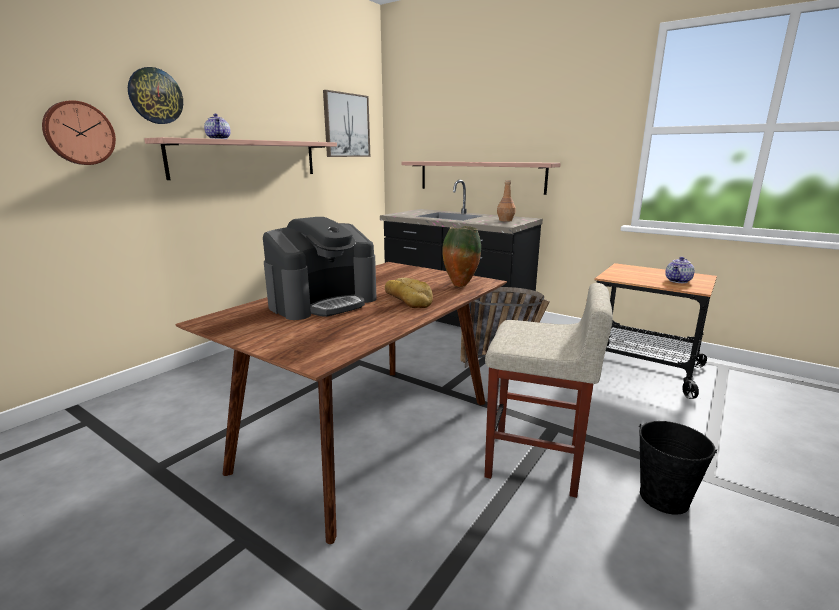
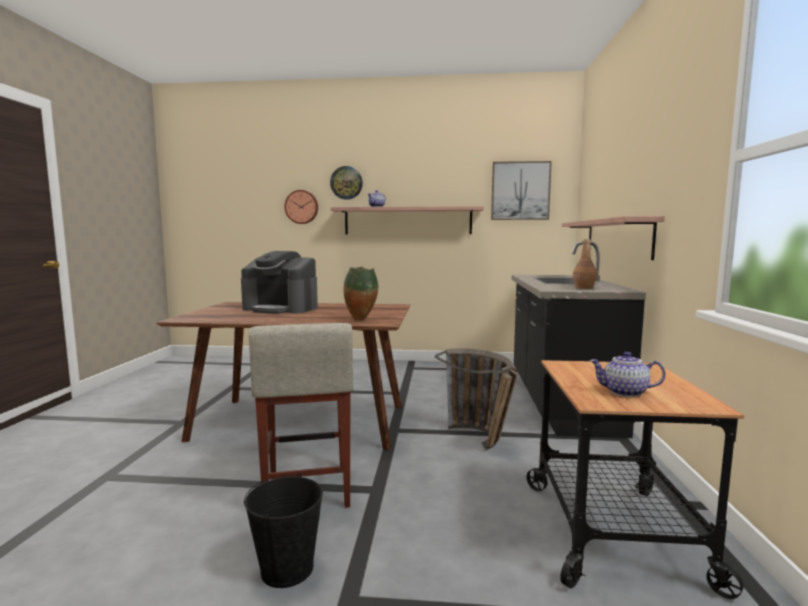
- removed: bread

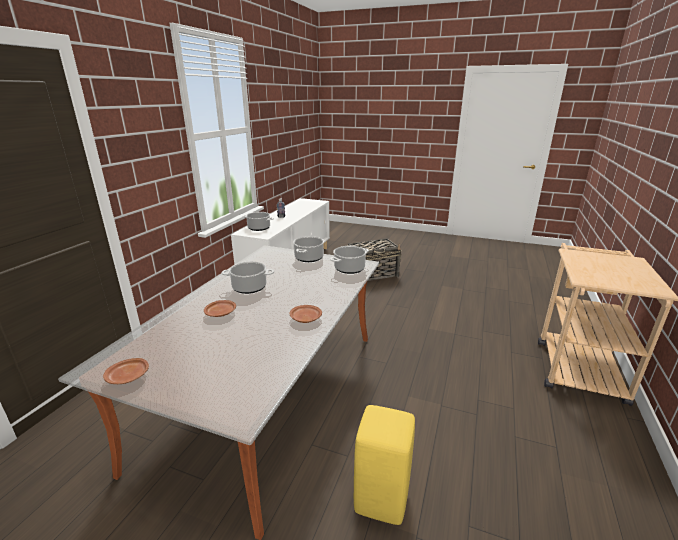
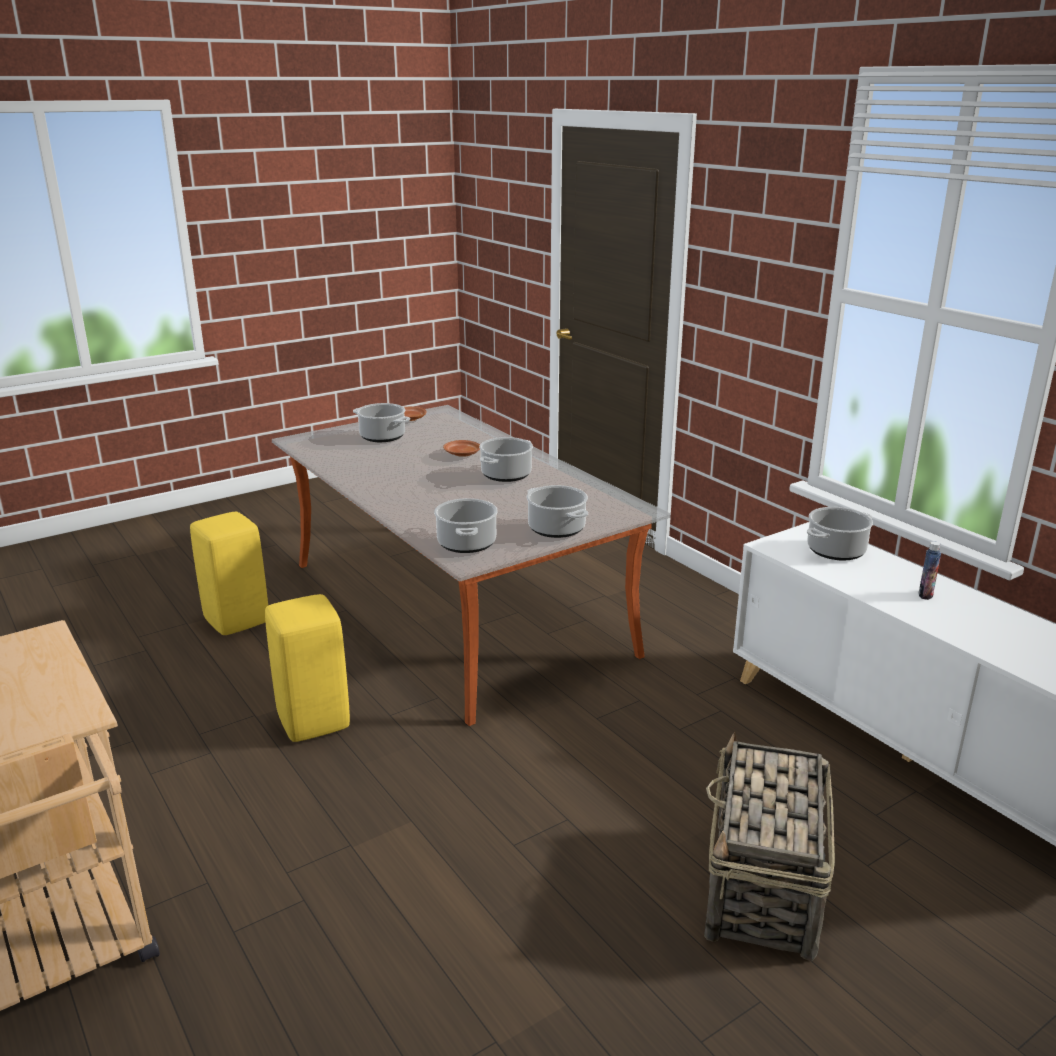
- removed: brown_plate (3rd from left)
- added: yellow_stool (2nd from left)
- added: cooking_pot (1st from left)

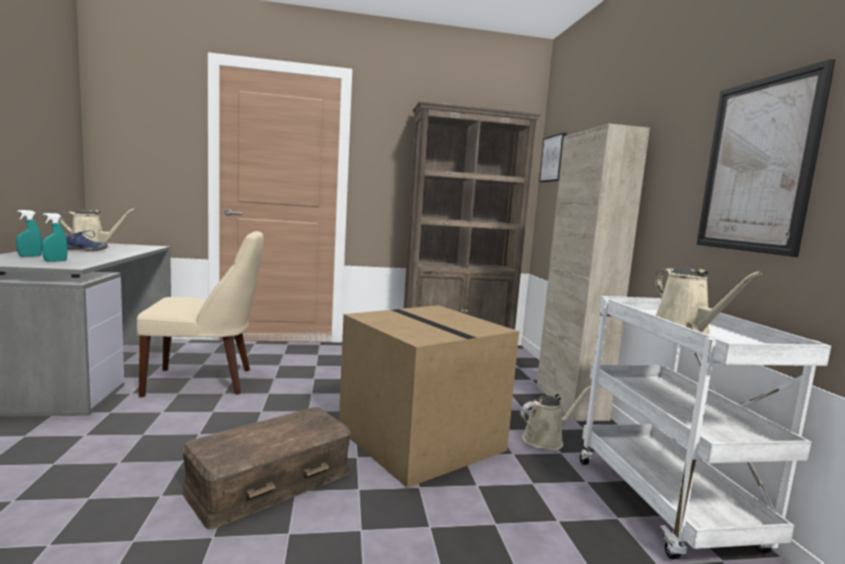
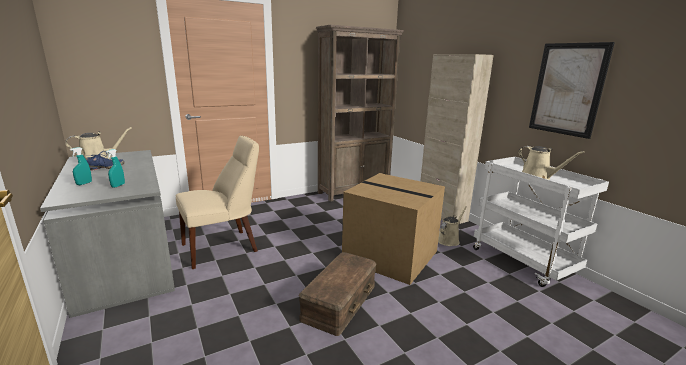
- removed: picture (1st from left)

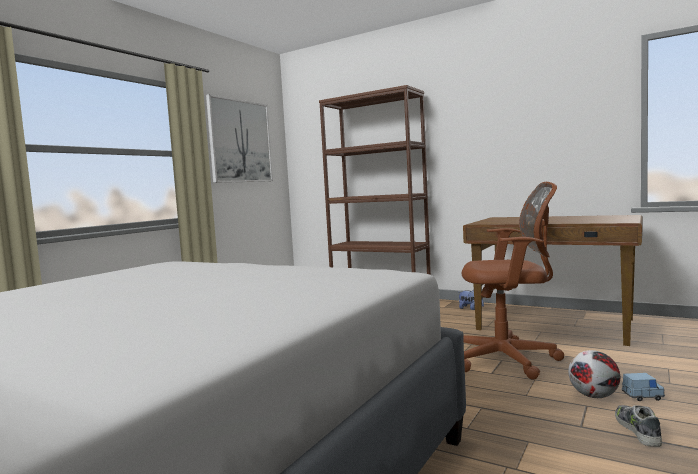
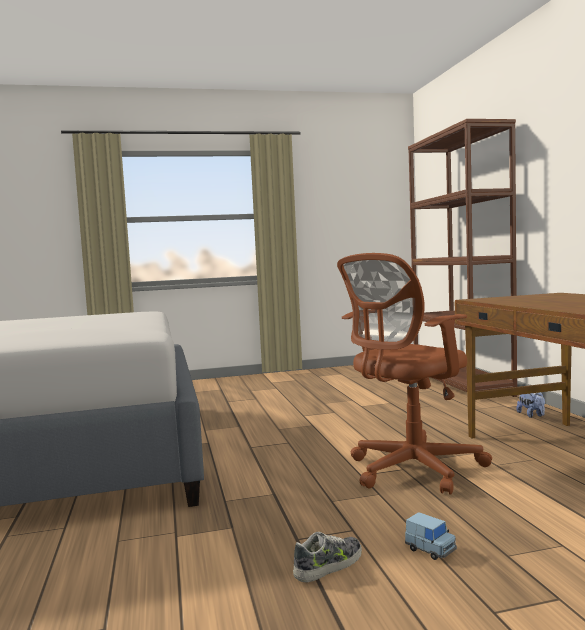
- removed: picture
- turned: brown_office_chair 90 degrees clockwise
- removed: football

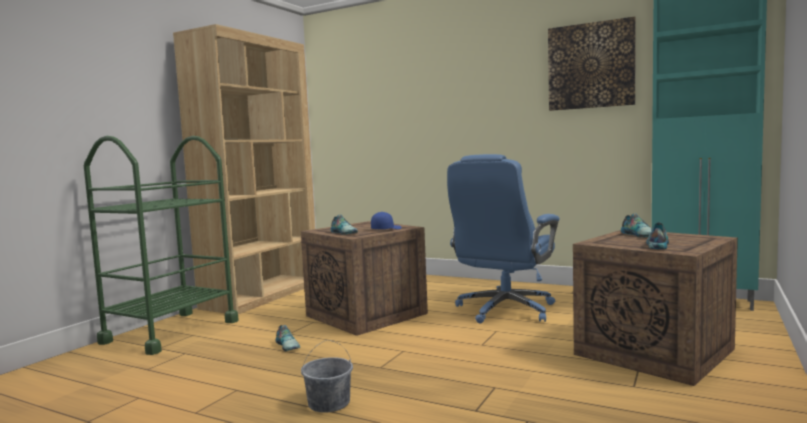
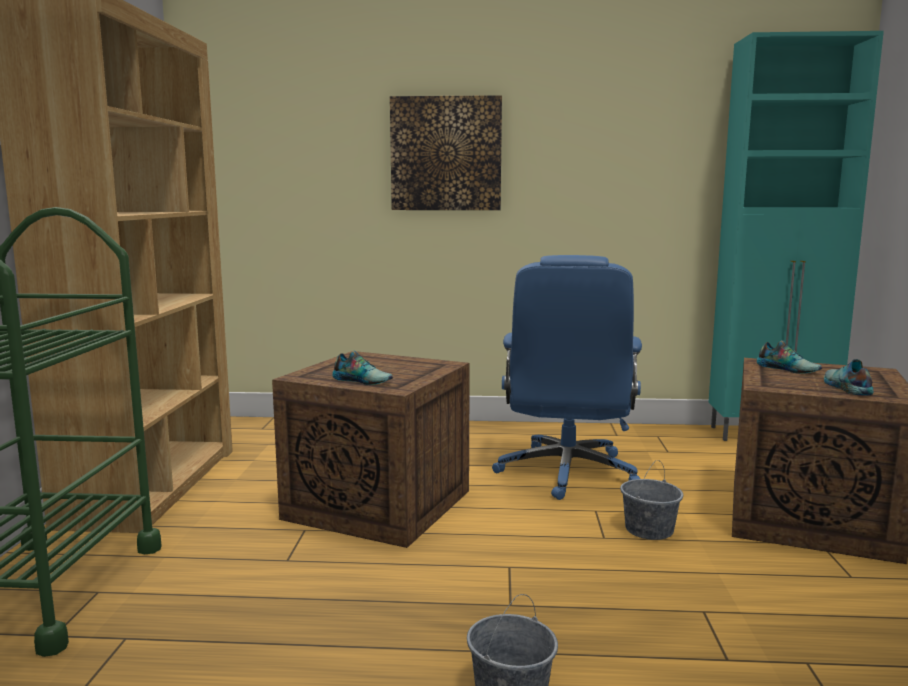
- removed: shoe (1st from left)
- removed: blue_cap
- moved: picture
- added: grey_bucket (2nd from left)

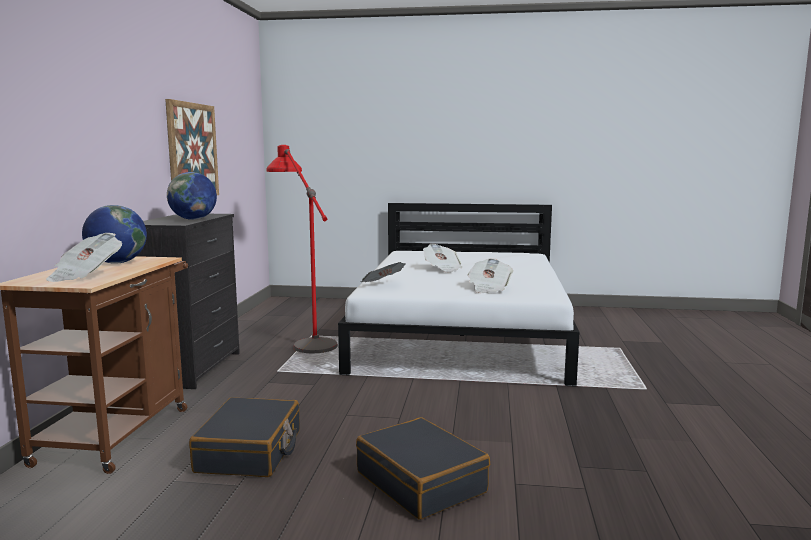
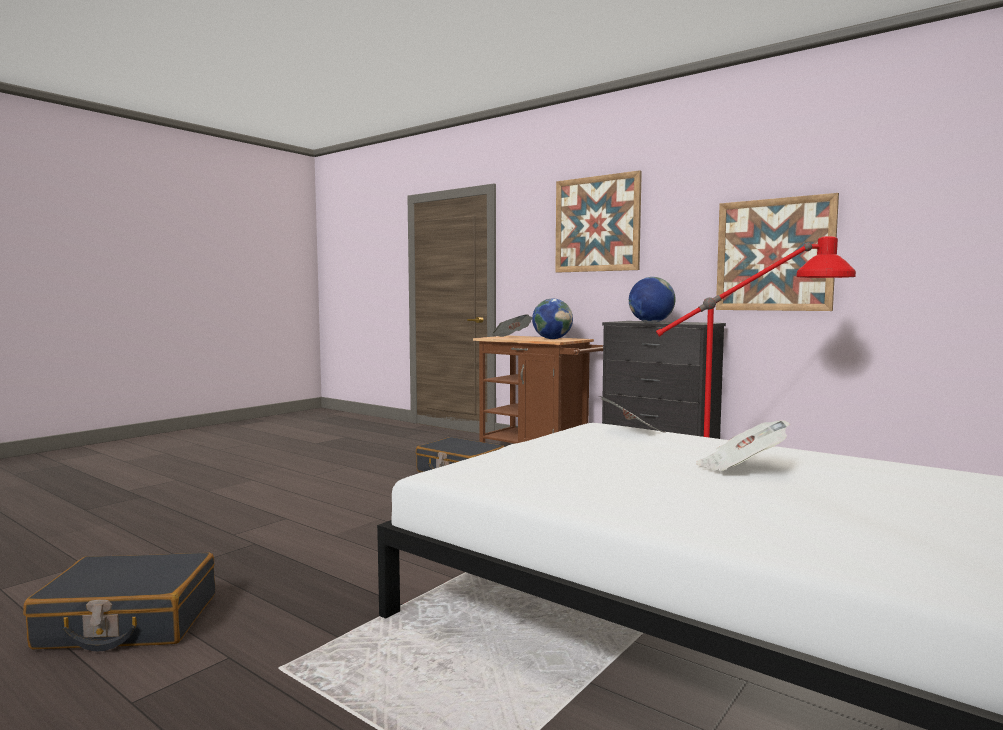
- moved: black_suitcase (2nd from left in the first image) to black_suitcase (1st from left)
- removed: newspaper (4th from left)
- added: picture (1st from left)

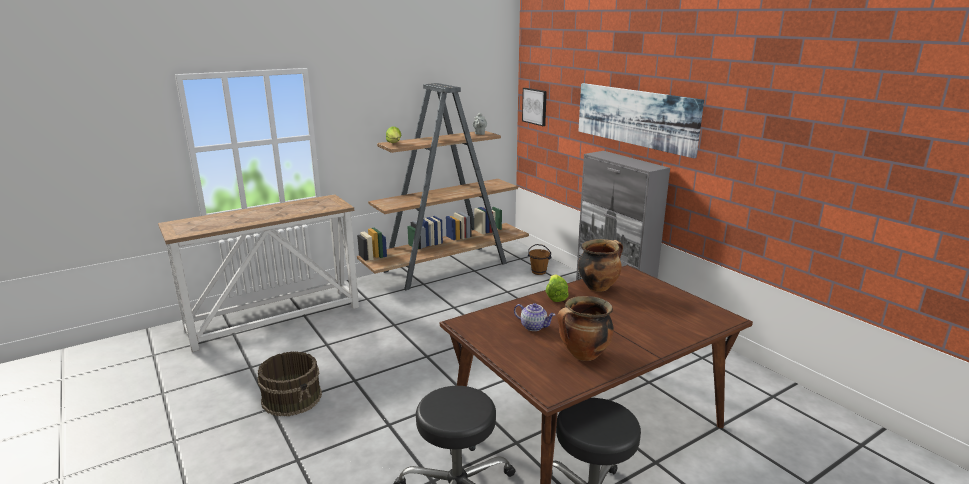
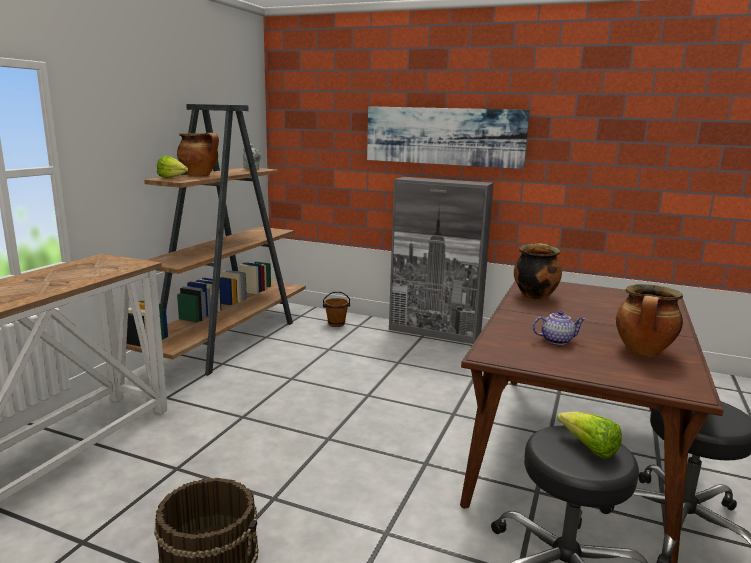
- removed: picture (1st from left)
- moved: lettuce (2nd from left)
- added: cooking_pot (1st from left)

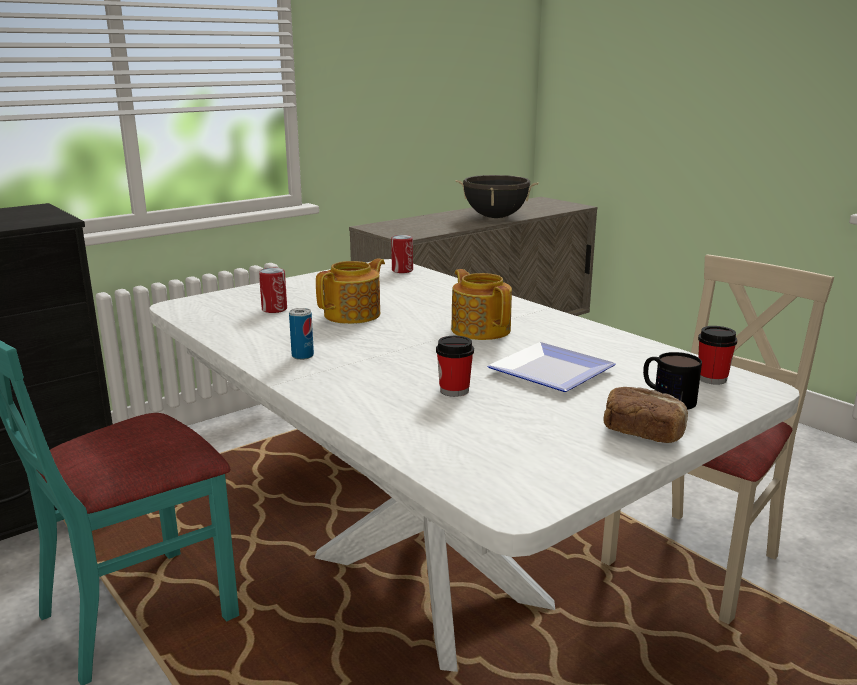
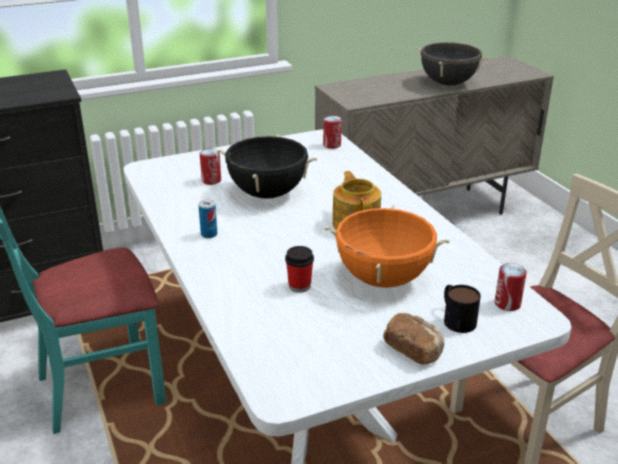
- replaced: teapot (1st from left) to black_cooking_pot (1st from left)
- replaced: plate to orange_cooking_pot
- replaced: cup (2nd from left) to can (4th from left)

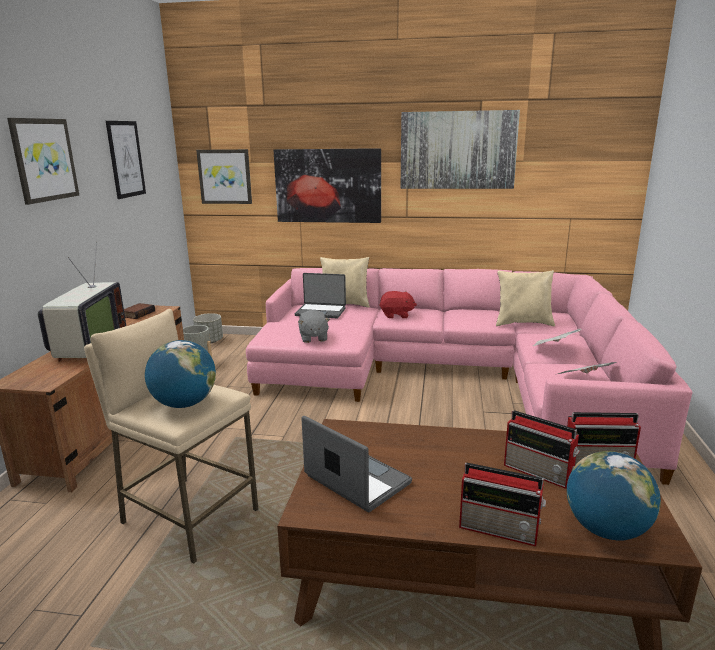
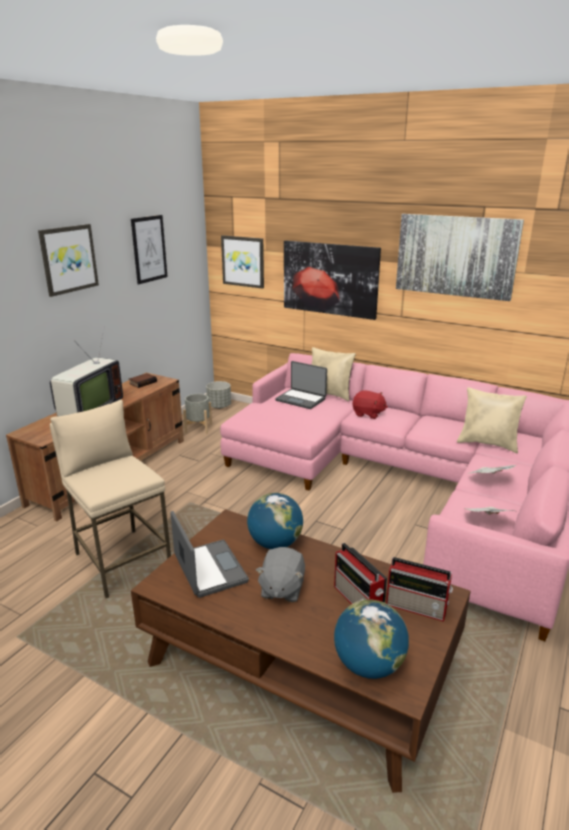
- moved: globe (1st from left)
- moved: grey_plush_toy
- removed: radio (1st from left)

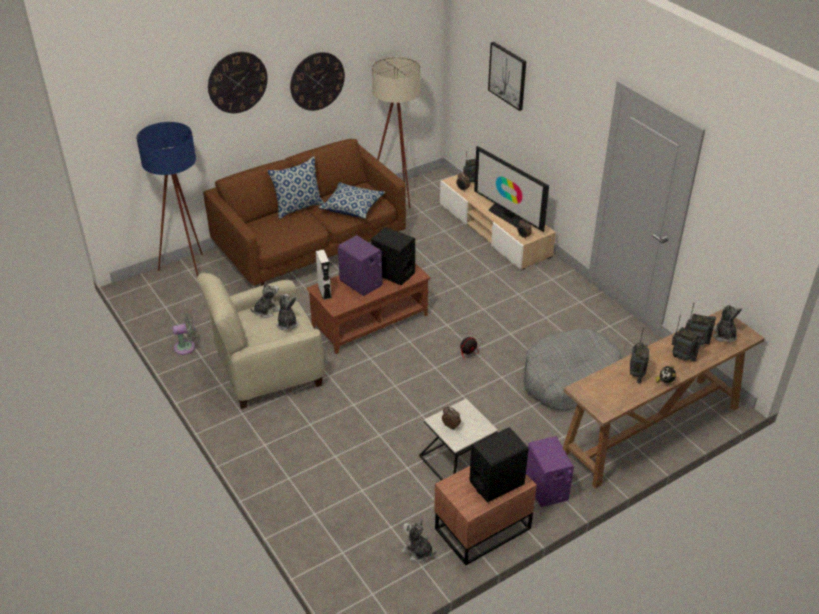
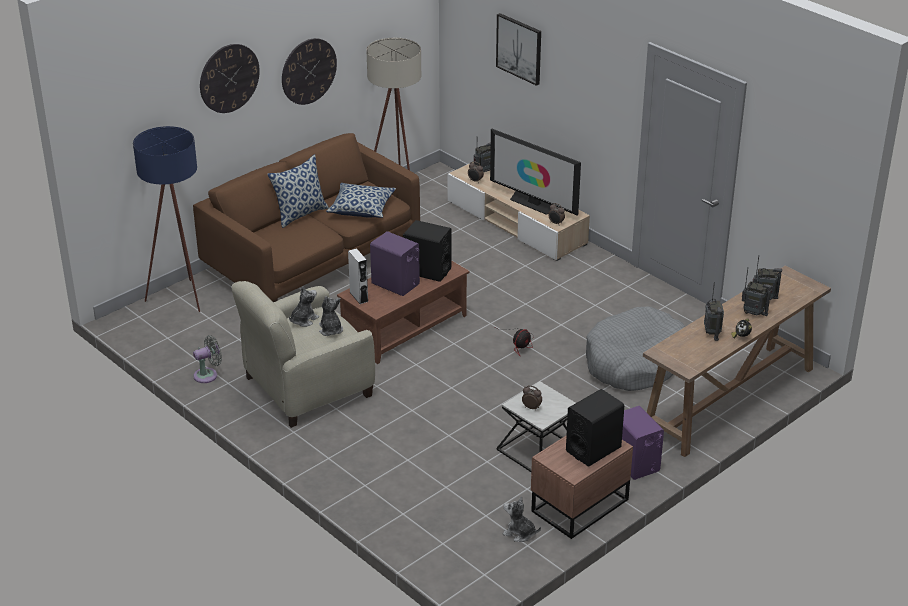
- removed: plush_toy (4th from left)

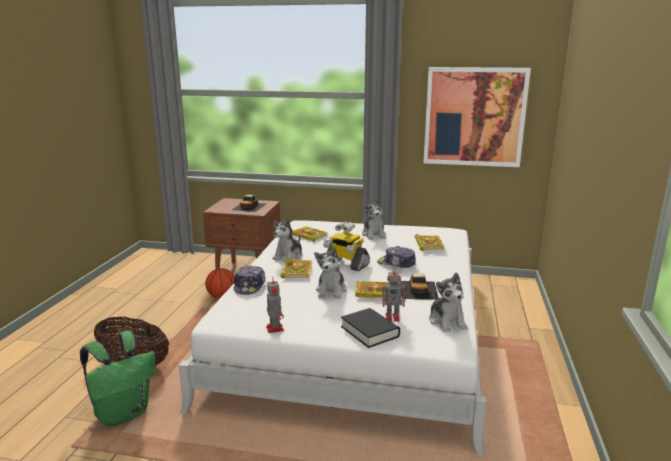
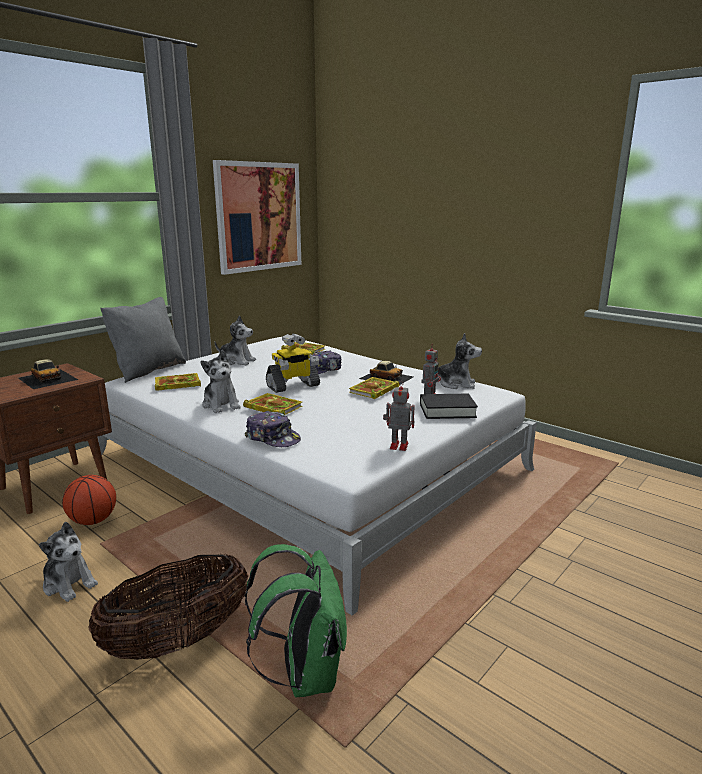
- moved: plush_toy (2nd from left in the first image) to plush_toy (1st from left)
- added: grey_pillow

